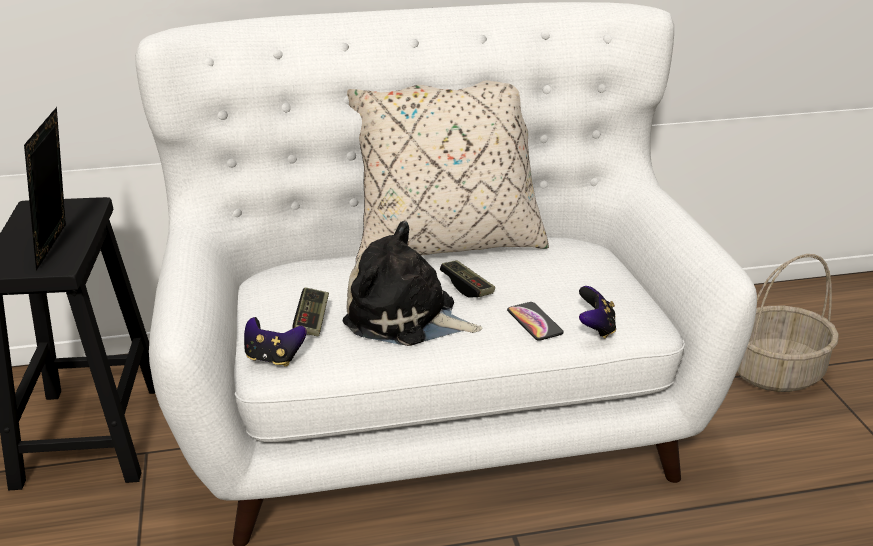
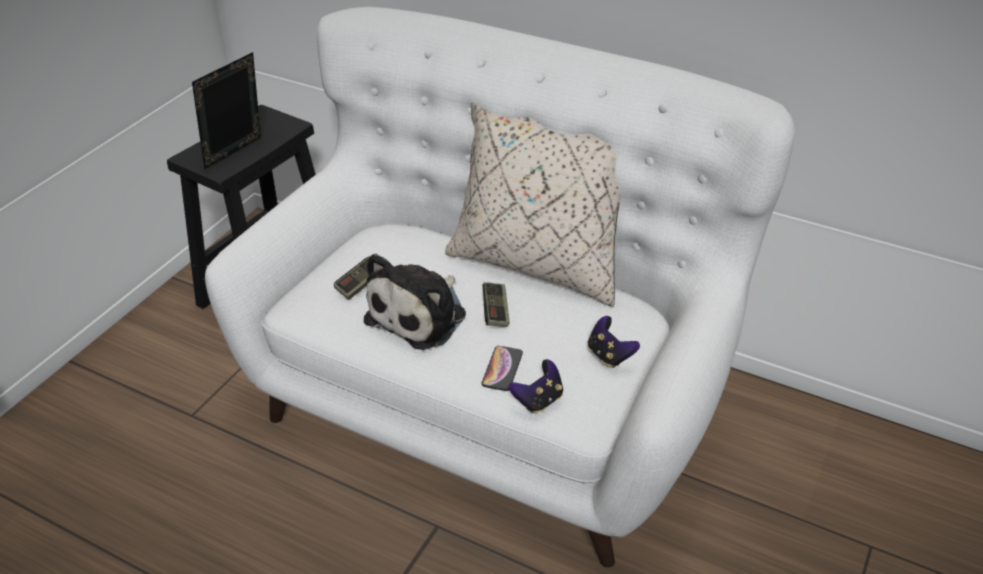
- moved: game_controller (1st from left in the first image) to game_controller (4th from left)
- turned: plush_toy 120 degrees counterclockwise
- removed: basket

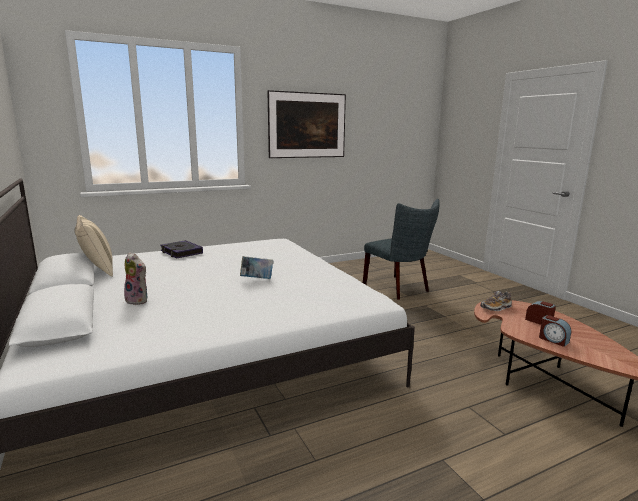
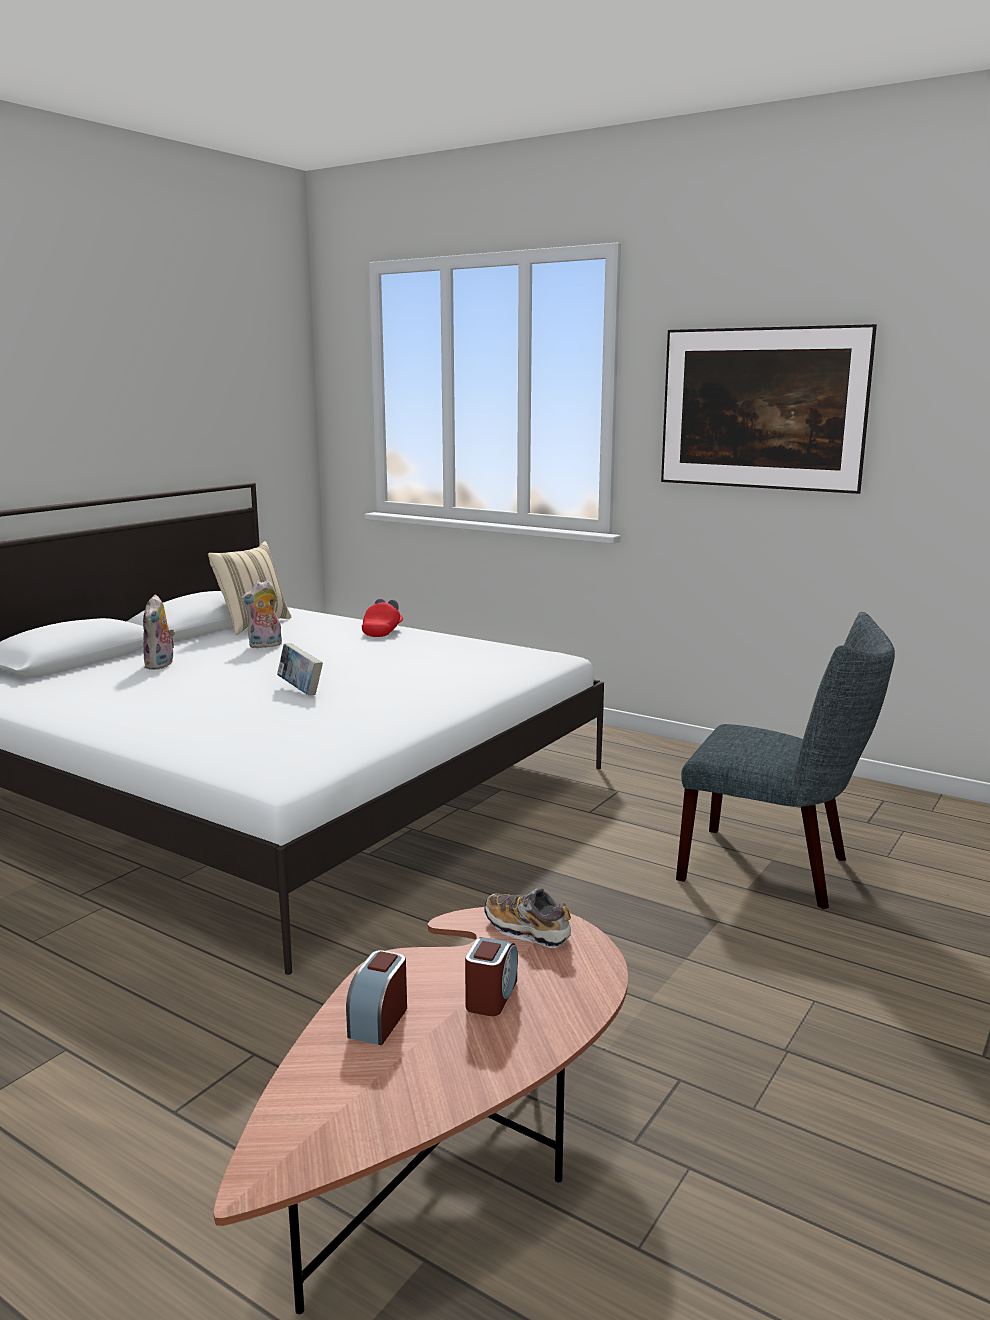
- replaced: book (1st from left) to red_cap
- turned: grey_chair 90 degrees counterclockwise
- added: plush_toy (2nd from left)

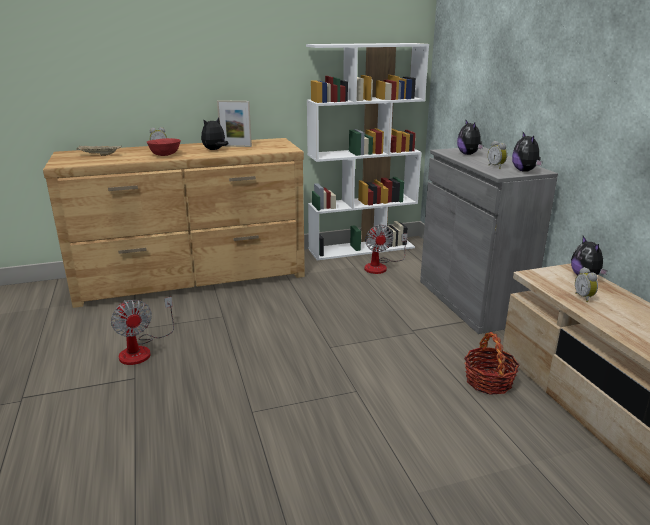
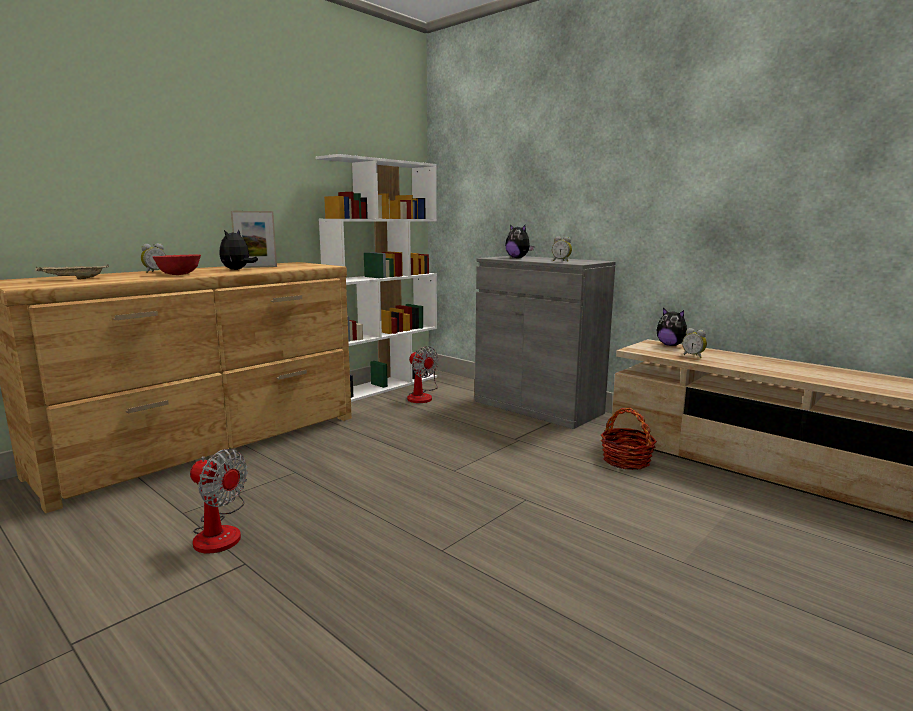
- removed: plush_toy (3rd from left)

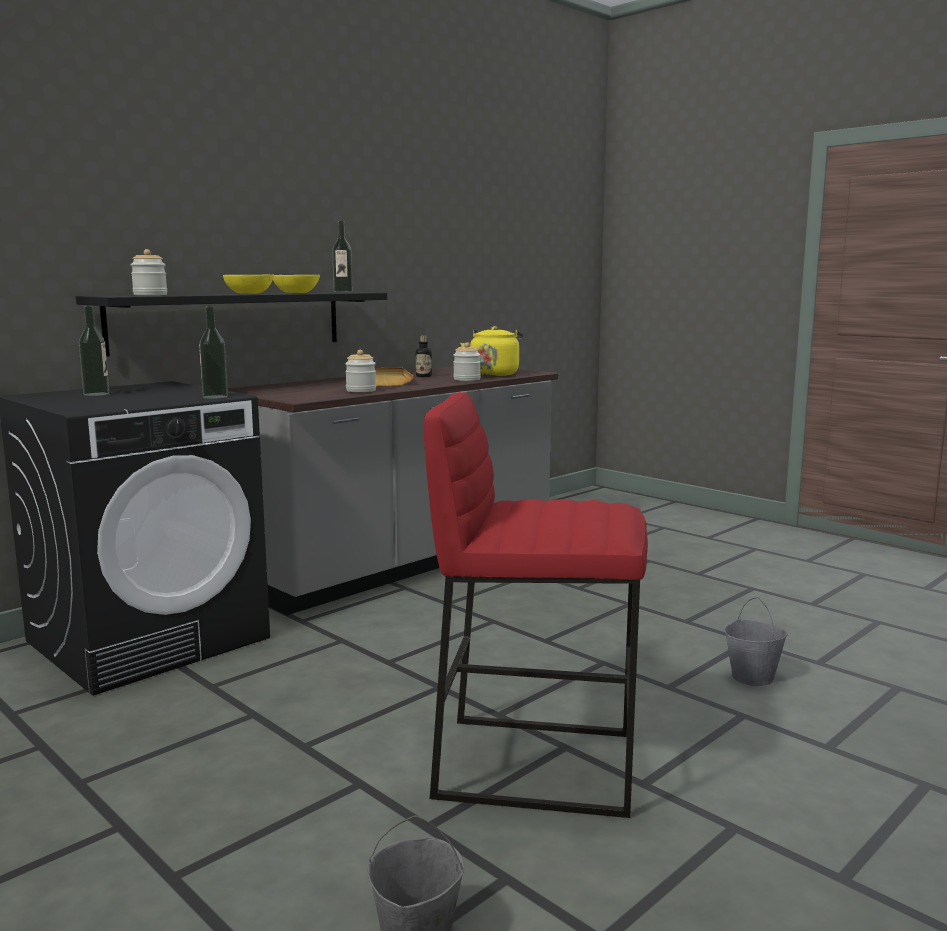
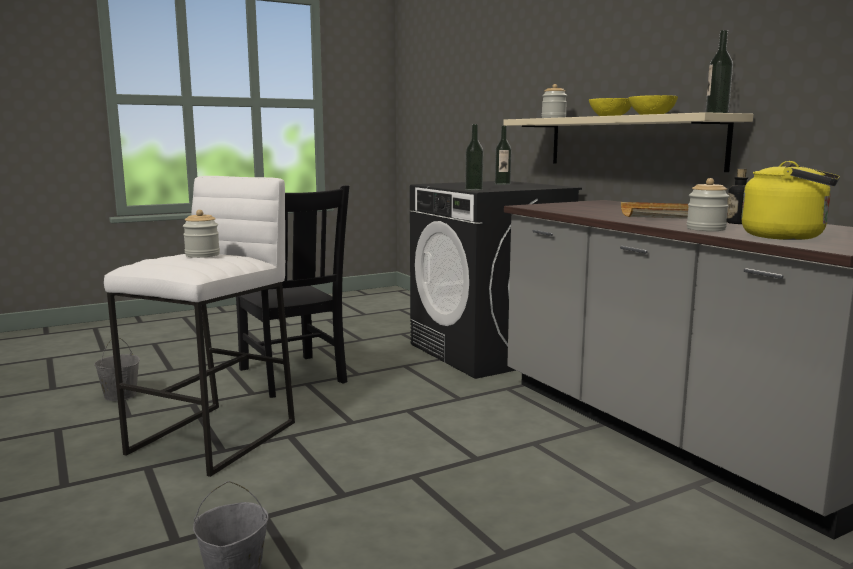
- recoloured: black_shelf to beige_shelf
- moved: jar (2nd from left in the first image) to jar (1st from left)
- recoloured: red_stool to white_stool
- added: black_chair

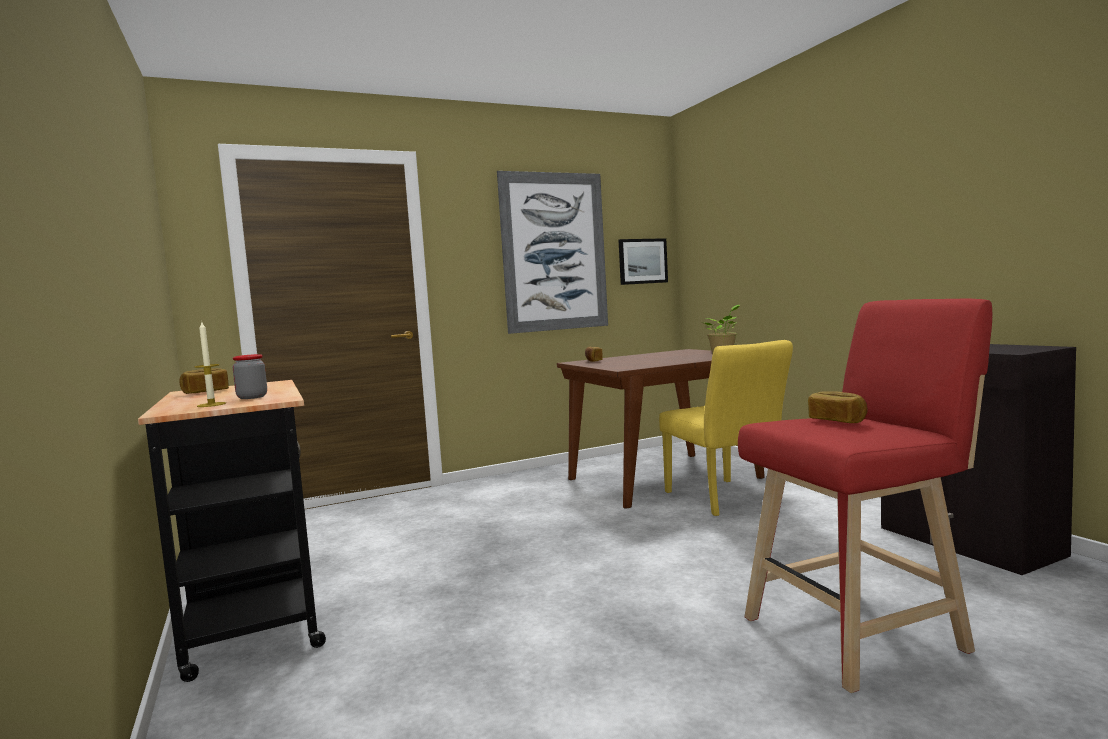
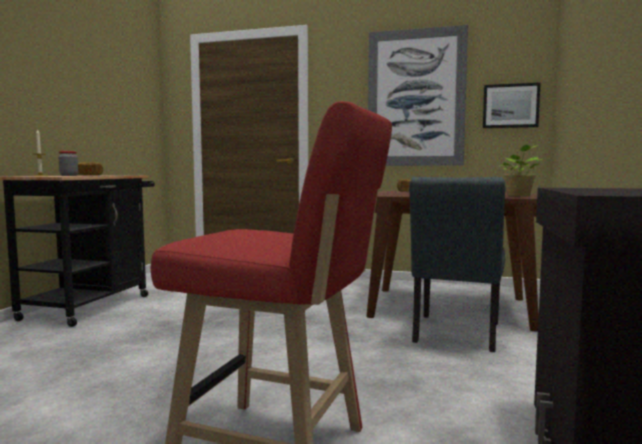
- recoloured: yellow_chair to grey_chair
- removed: bread (3rd from left)

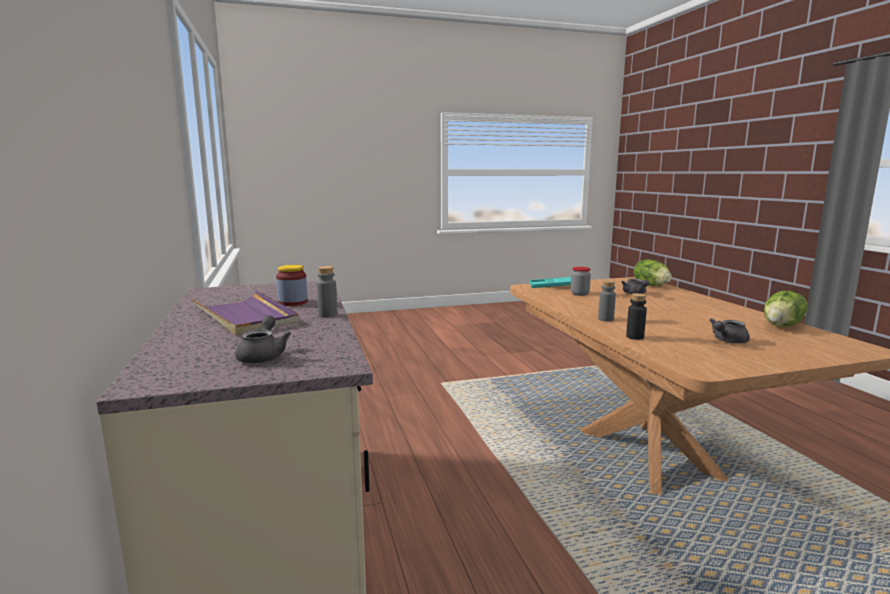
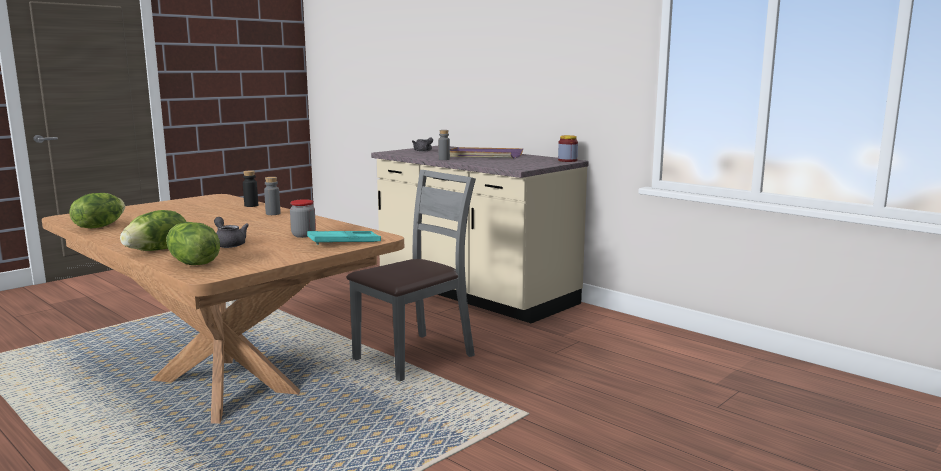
- moved: jar (1st from left in the first image) to jar (2nd from left)
- removed: grey_teapot (3rd from left)
- added: lettuce (2nd from left)
- added: grey_chair

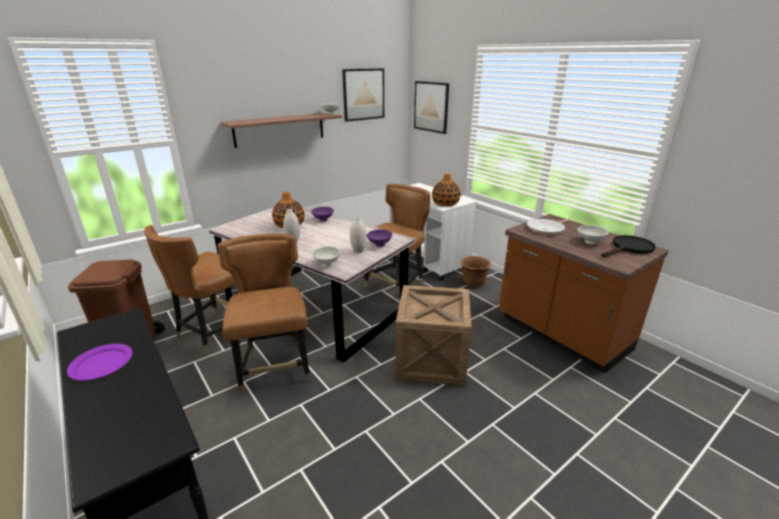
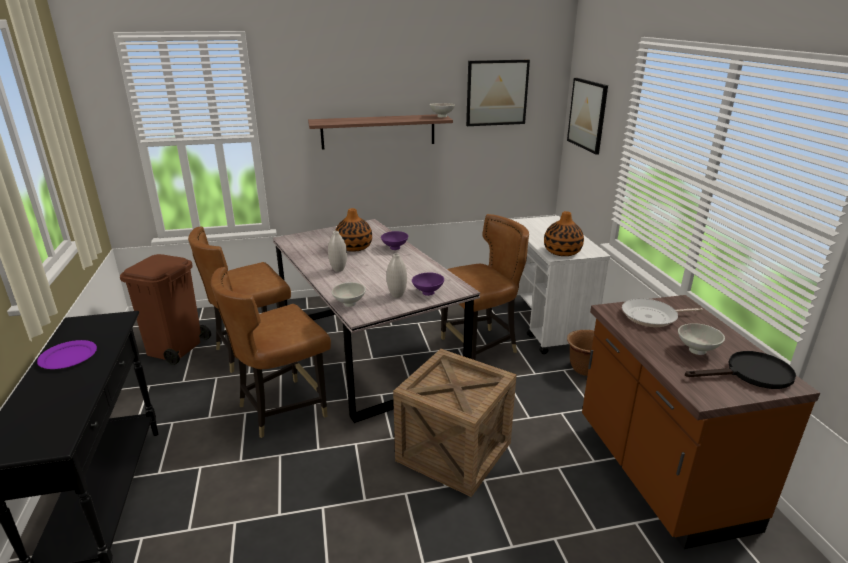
- turned: brown_chair (2nd from left) 135 degrees counterclockwise

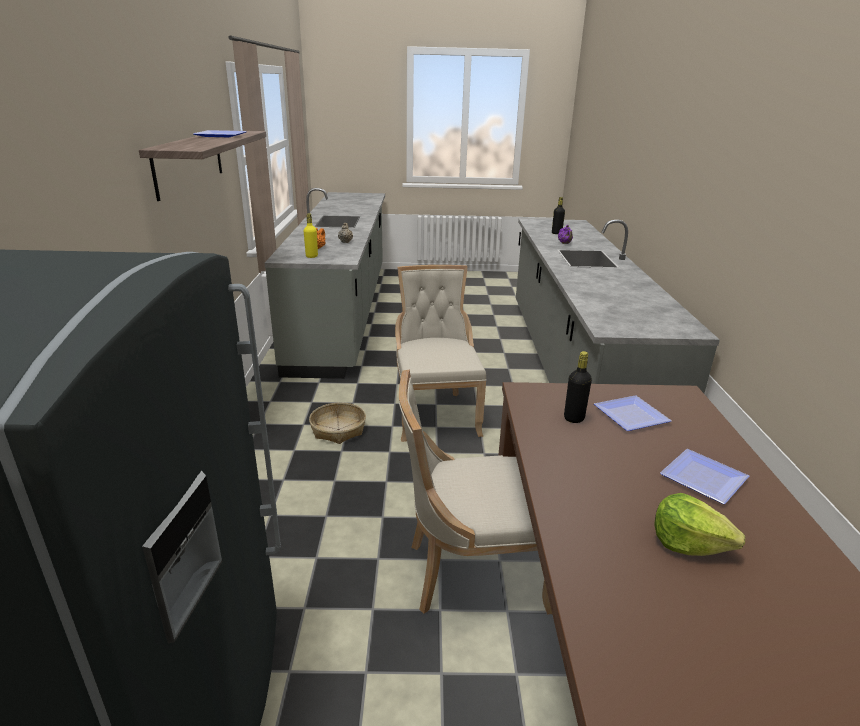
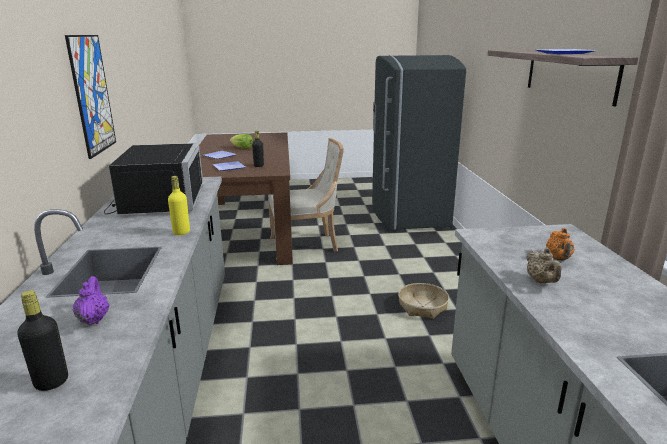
- moved: yellow_bottle
- removed: beige_chair (1st from left)
- added: picture
- added: black_microwave

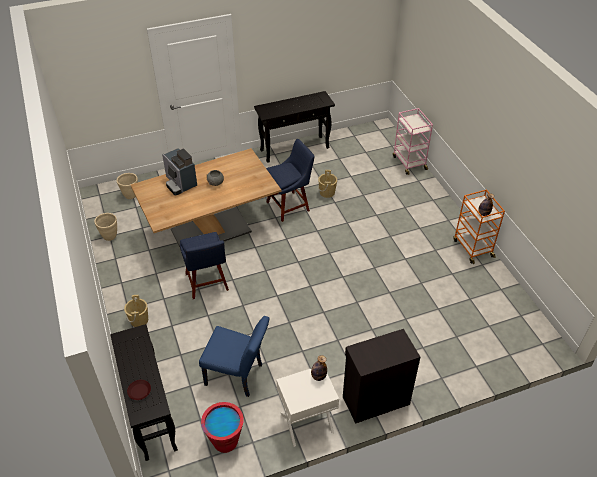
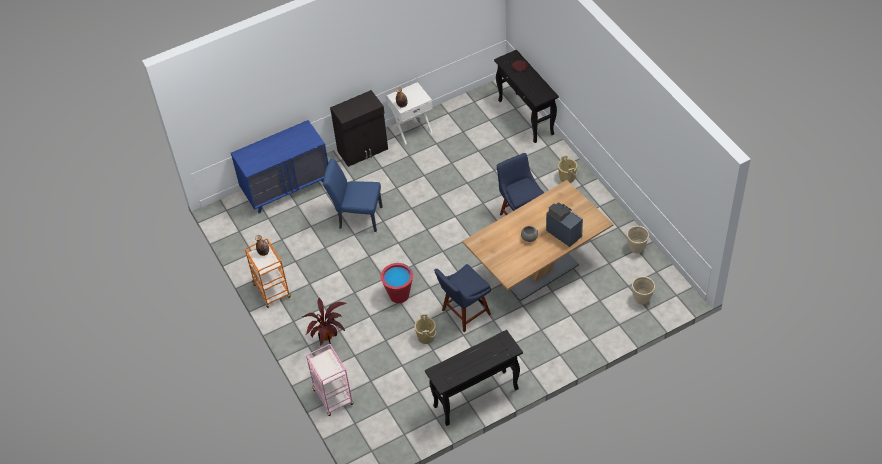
- moved: blue_chair (2nd from left in the first image) to blue_chair (1st from left)
- moved: red_bucket
- added: blue_dresser
- added: potted_plant

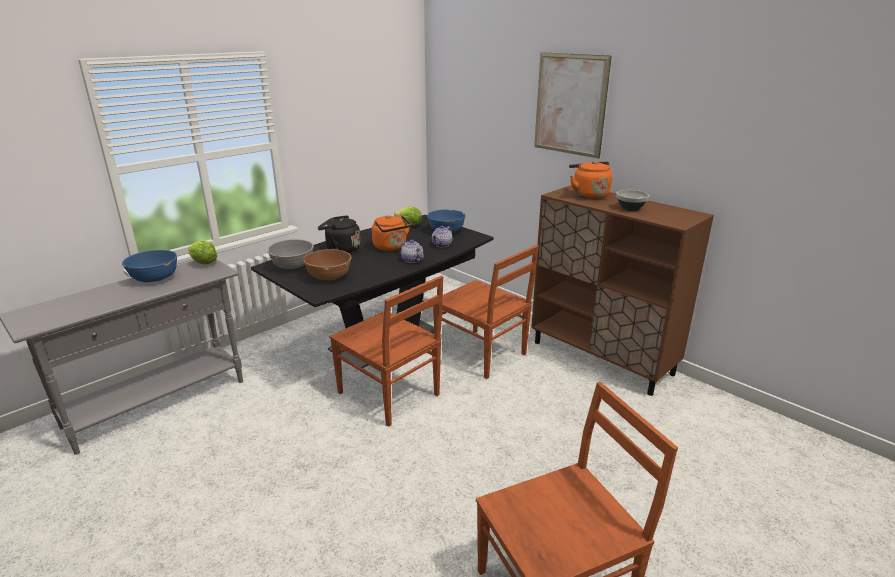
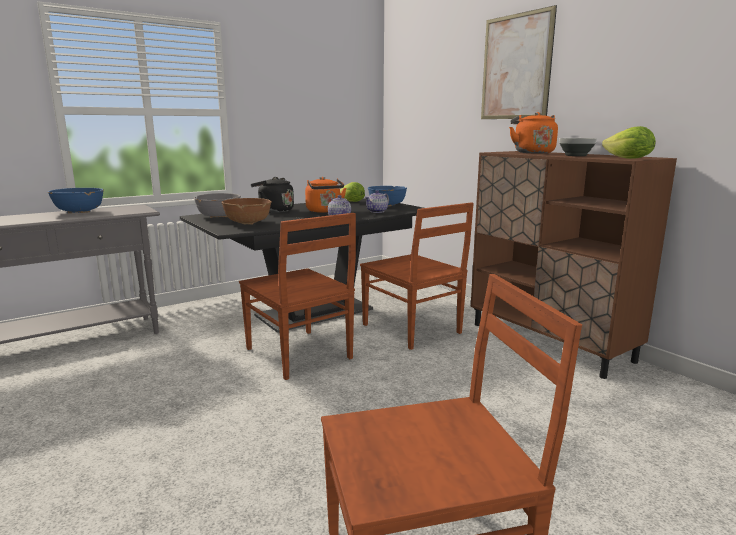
- moved: lettuce (1st from left in the first image) to lettuce (2nd from left)

